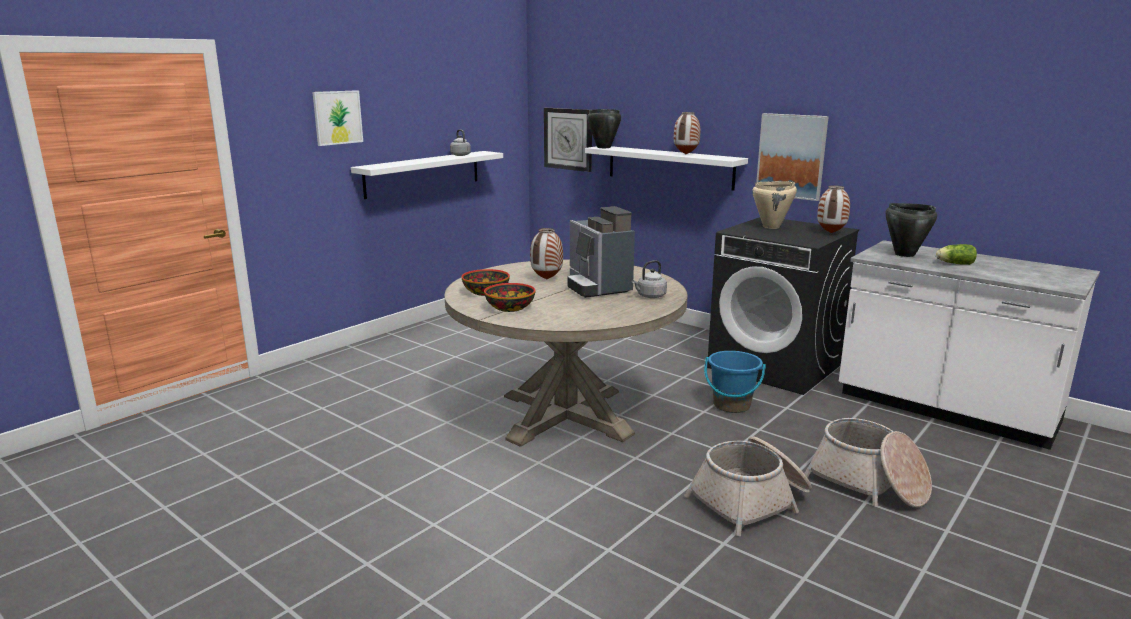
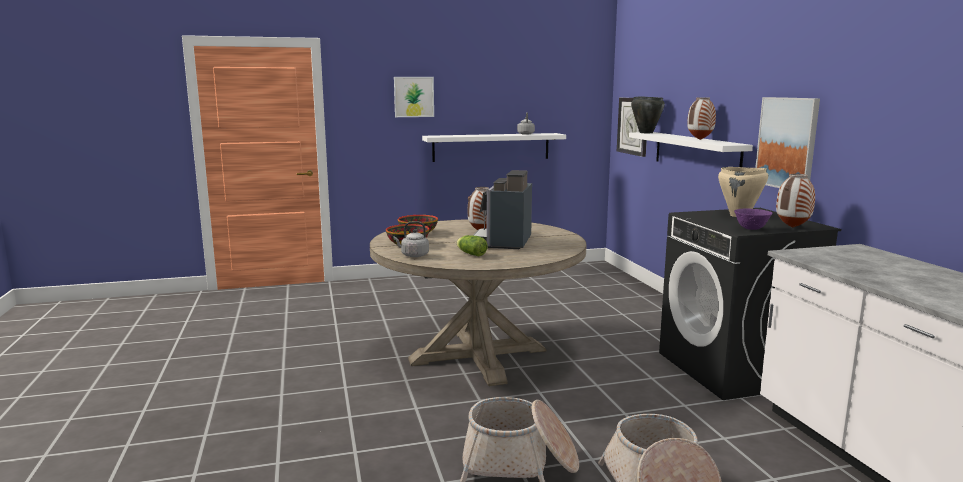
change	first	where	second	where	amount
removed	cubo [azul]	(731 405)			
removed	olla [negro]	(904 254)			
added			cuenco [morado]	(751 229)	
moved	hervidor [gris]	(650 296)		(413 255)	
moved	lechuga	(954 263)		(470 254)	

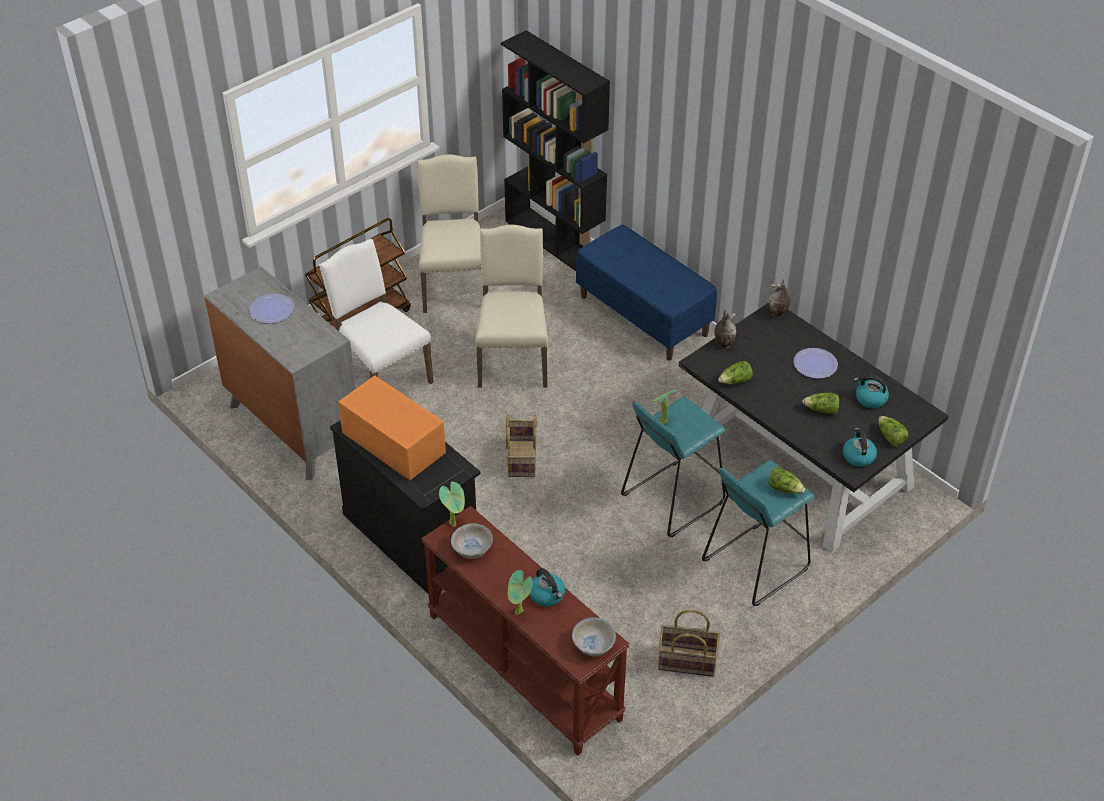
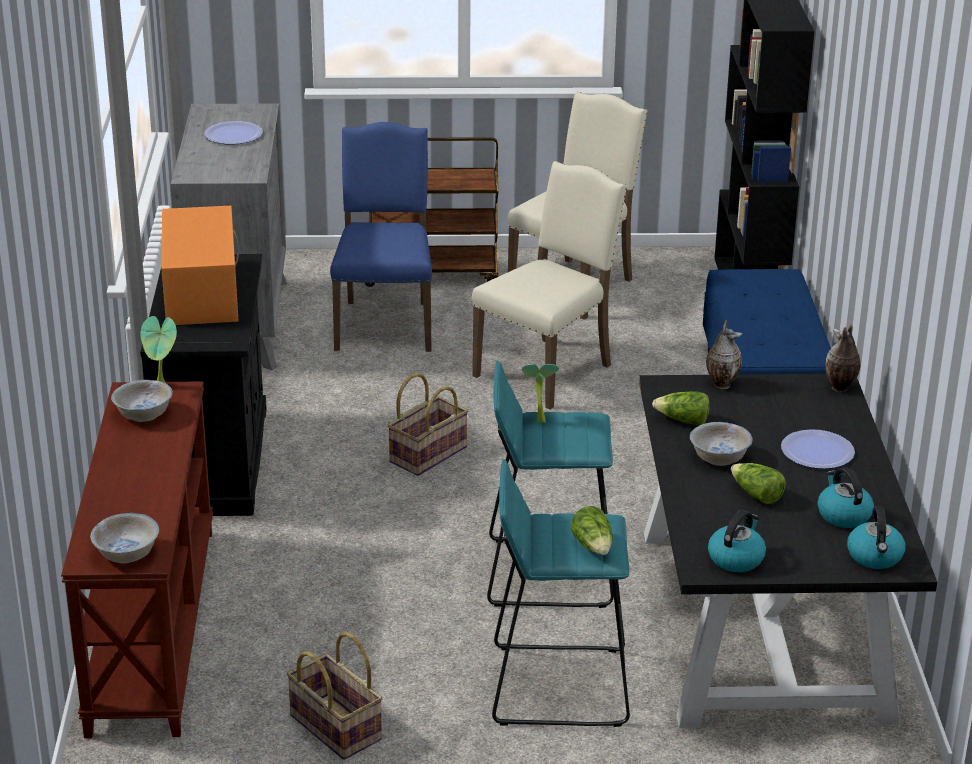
change	first	where	second	where	amount
removed	planta en maceta	(519 613)			
removed	lechuga	(890 437)			
added			cuenco [blanco]	(720 458)	
moved	hervidor	(547 595)		(875 557)	
recoloured	silla [blanco]	(381 376)	silla [azul]	(385 324)	

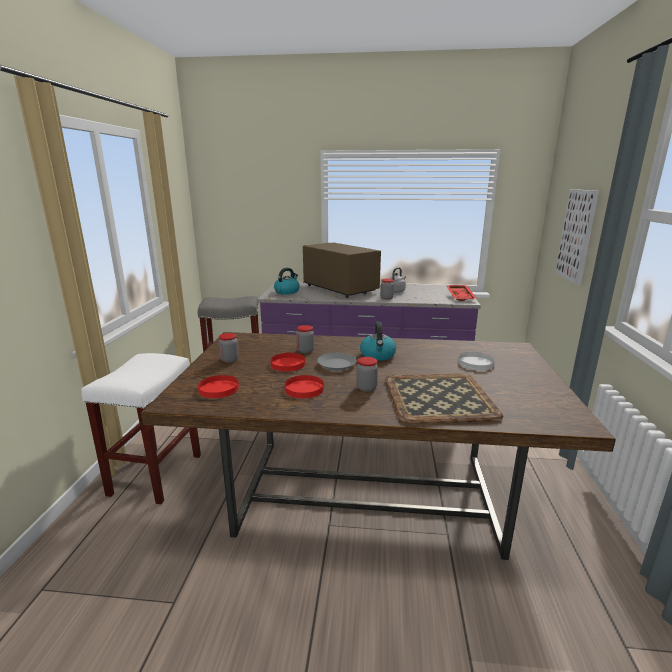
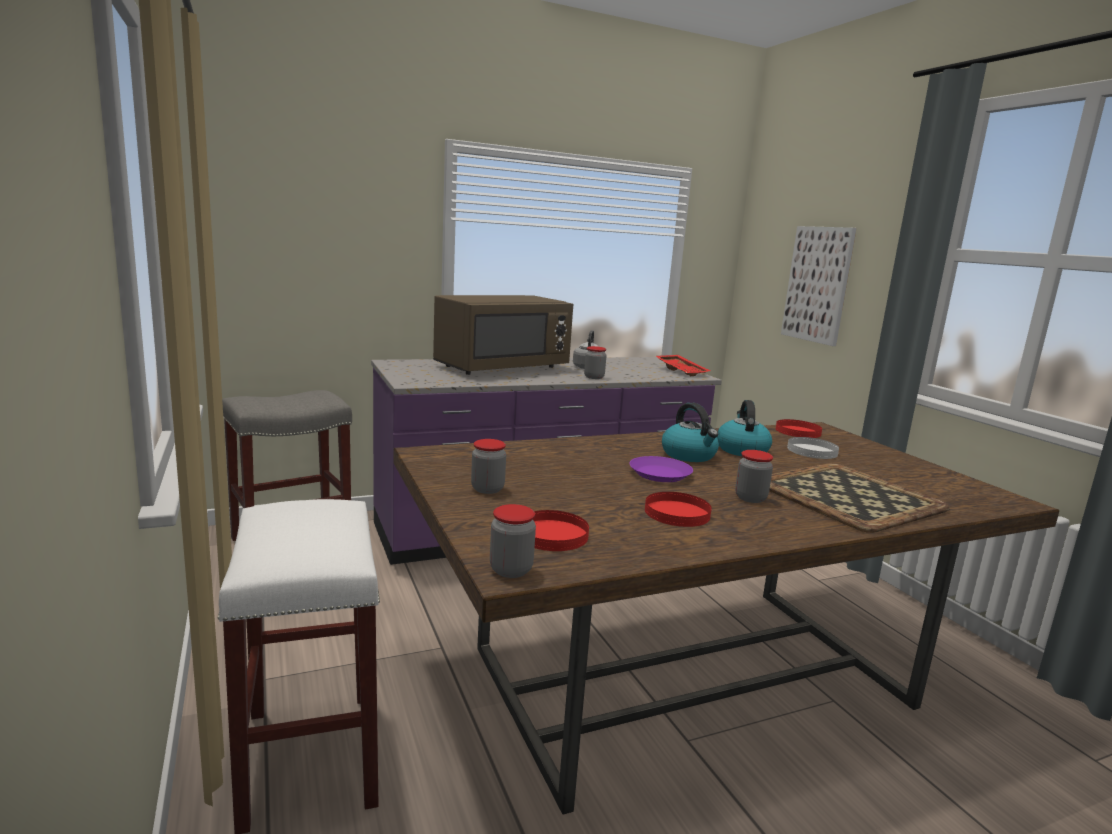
change	first	where	second	where	amount
moved	plato [rojo]	(288 364)		(798 431)	
moved	hervidor	(287 291)		(741 450)	
moved	tarro	(305 350)		(511 570)	
recoloured	plato [gris]	(337 364)	plato [morado]	(659 474)	
turned	microondas [marrón]	(339 289)		(502 368)	120 degrees clockwise

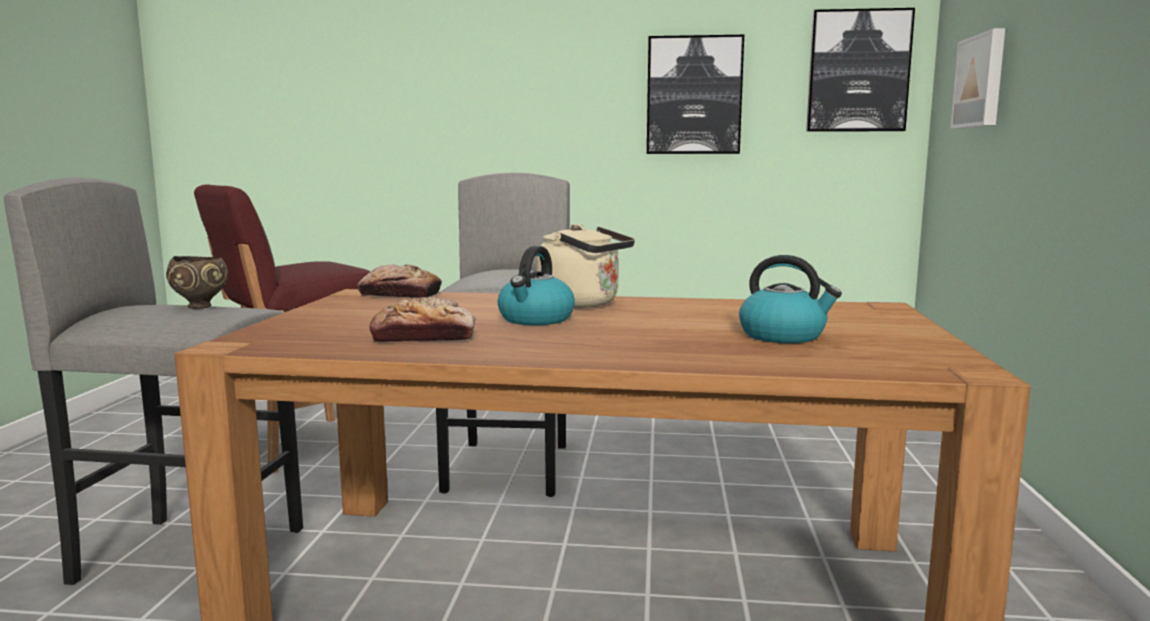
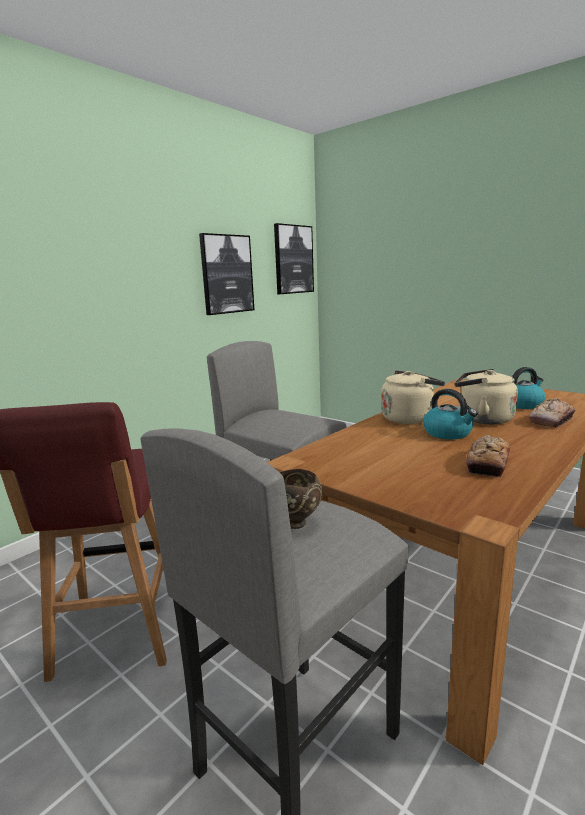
change	first	where	second	where	amount
removed	cuadro	(981 81)			
added			hervidor [beis]	(481 419)	
moved	pan	(400 294)		(551 420)	

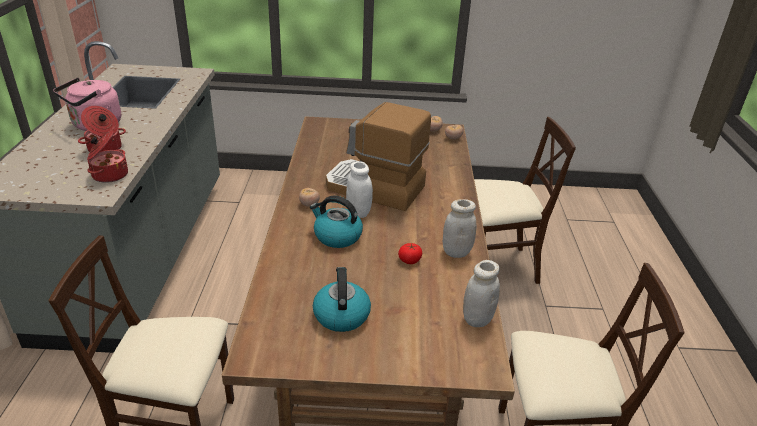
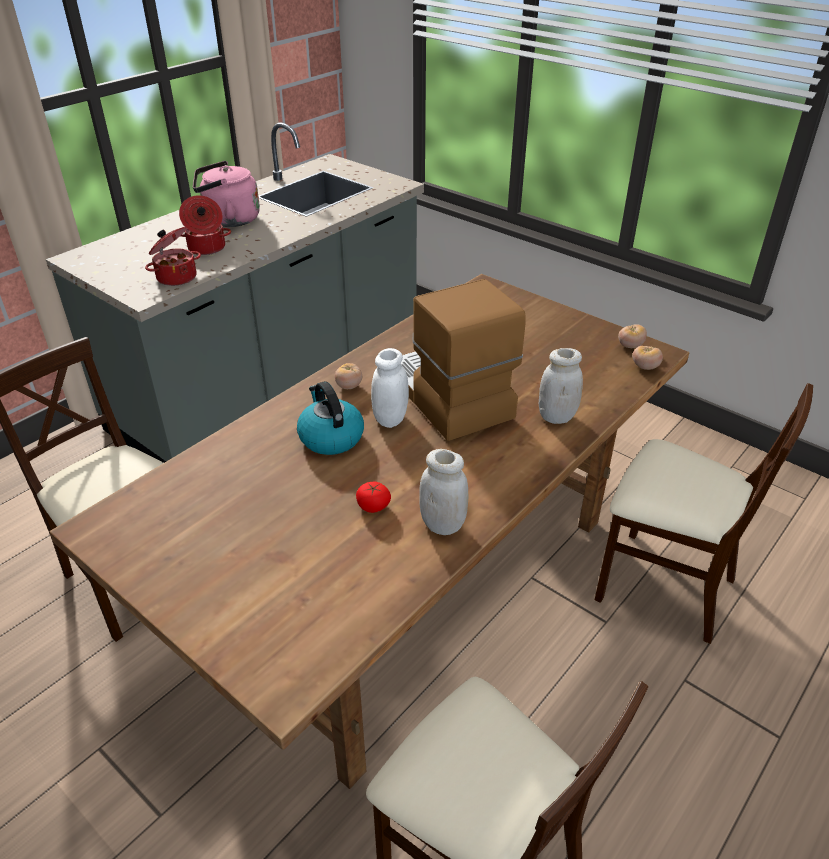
change	first	where	second	where	amount
removed	hervidor	(341 314)			
moved	tarro [blanco]	(477 319)		(556 416)	

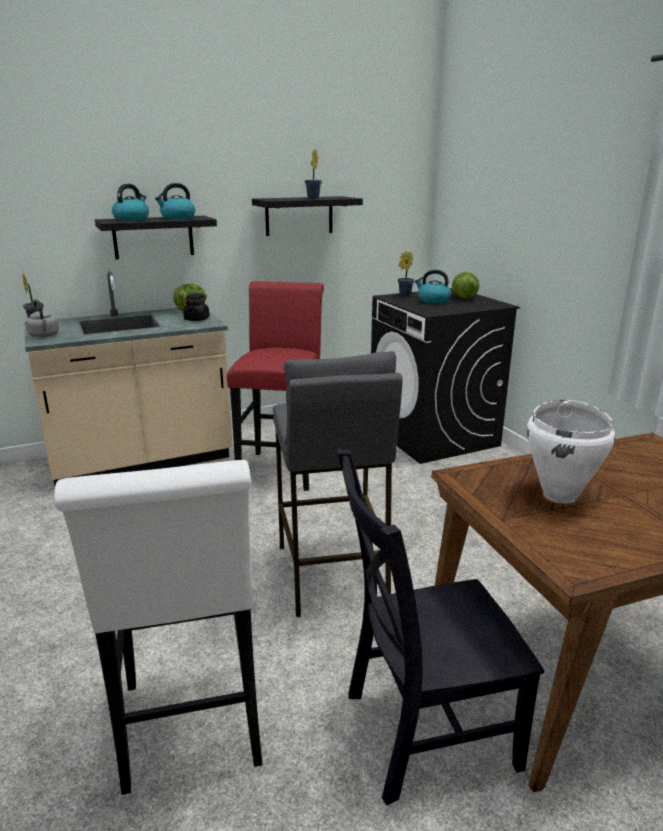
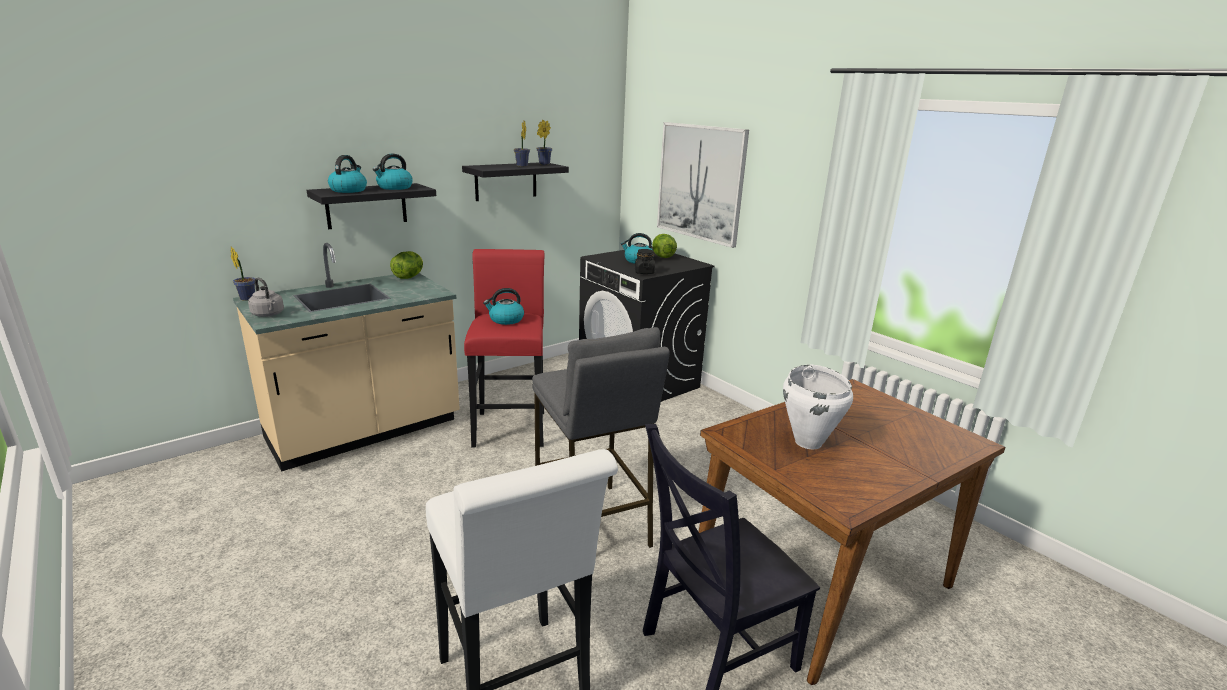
change	first	where	second	where	amount
added			hervidor	(506 320)	
added			cuadro	(700 182)	
moved	tarro [negro]	(197 319)		(644 272)	
moved	planta en maceta	(403 296)		(543 164)	

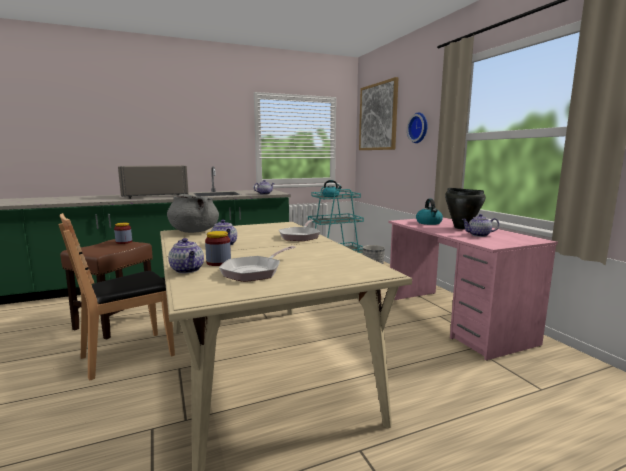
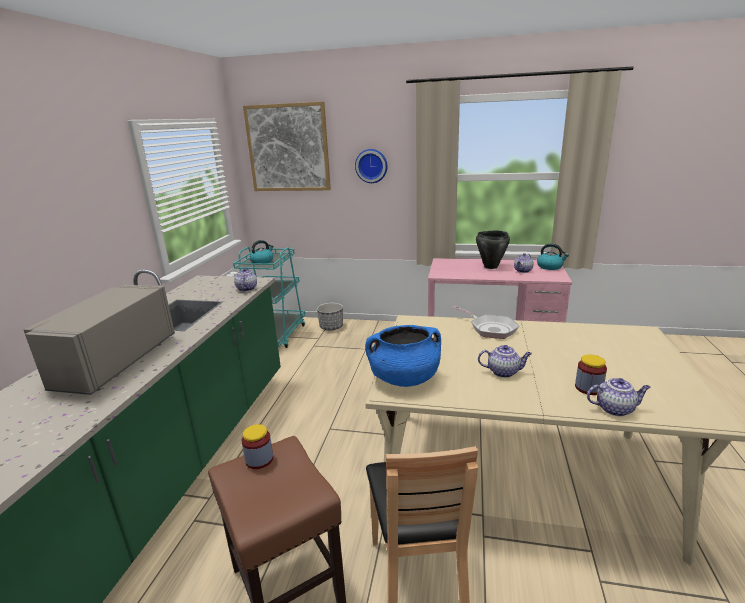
change	first	where	second	where	amount
removed	sartén	(255 271)			
moved	hervidor	(429 223)		(550 267)	
recoloured	olla [gris]	(194 231)	olla [azul]	(404 378)	

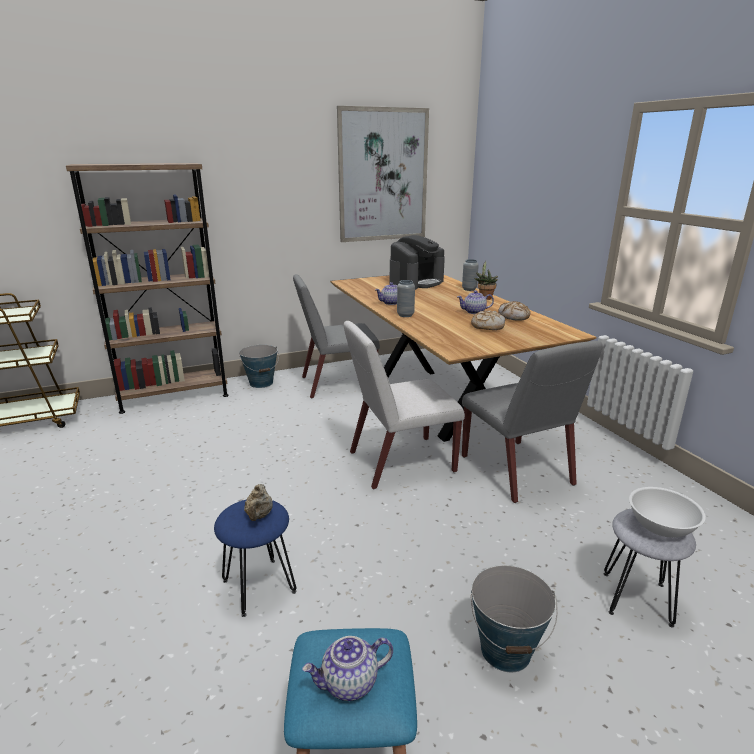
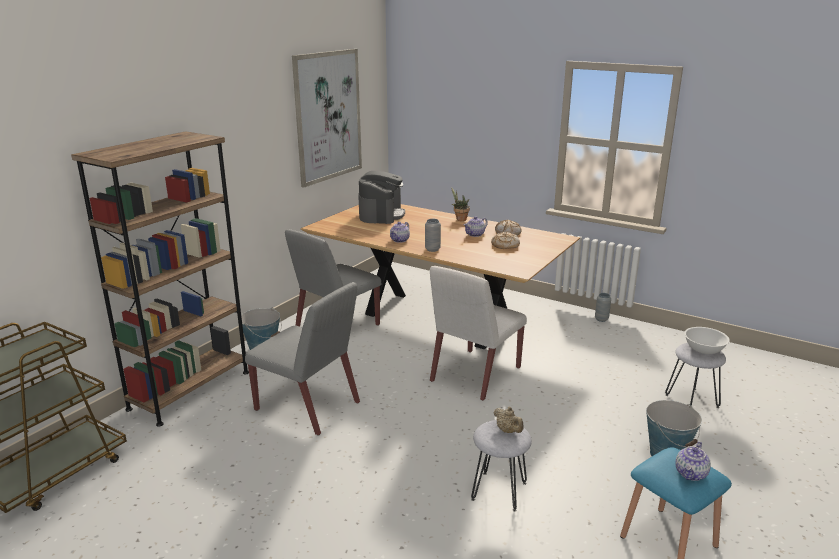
change	first	where	second	where	amount
moved	florero [gris]	(469 289)		(601 319)	
moved	silla [gris]	(517 471)		(308 407)	
recoloured	taburete [azul]	(259 586)	taburete [gris]	(499 491)	

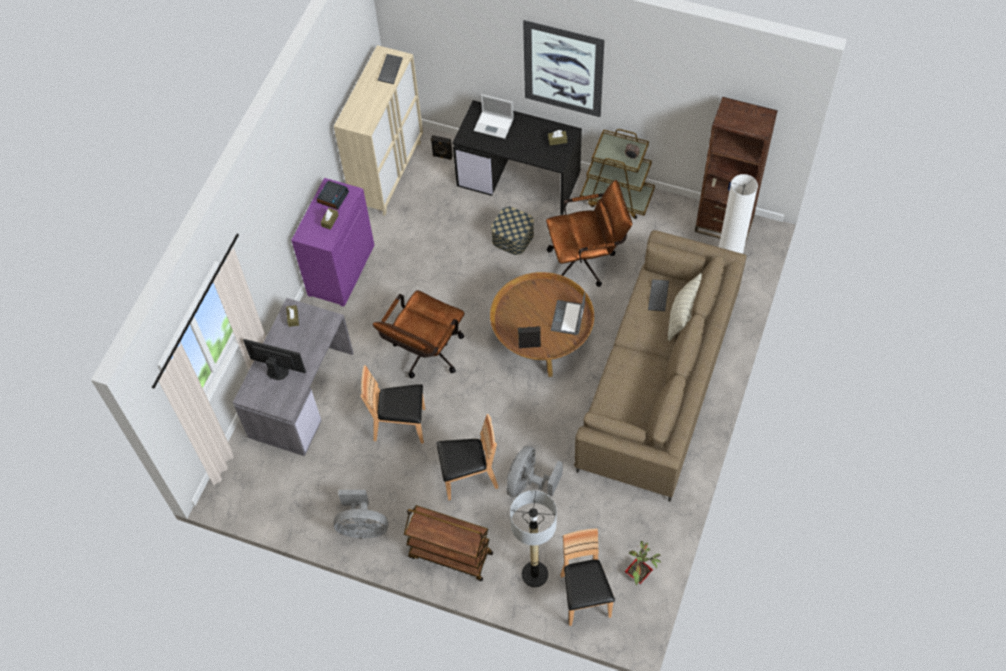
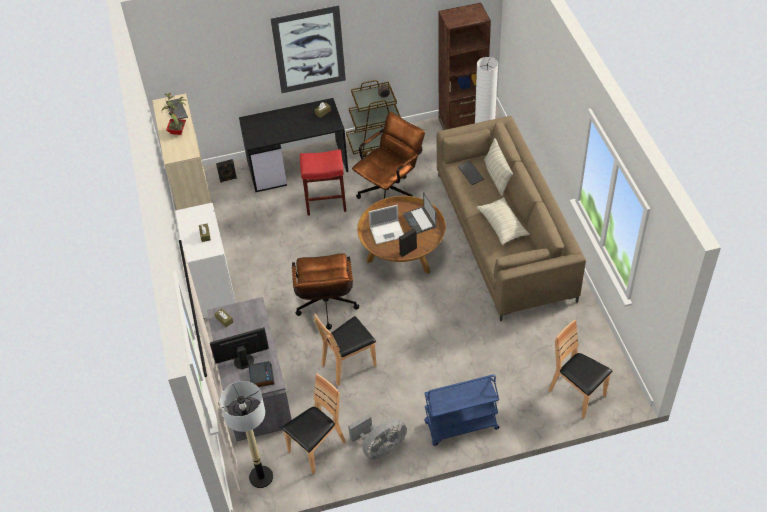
change	first	where	second	where	amount
removed	ventilador [gris]	(528 483)			
added			cojín	(502 226)	
moved	despertador	(333 197)		(261 376)	
moved	silla [marrón]	(469 477)		(317 448)	
moved	portátil	(494 125)		(387 232)	
moved	lámpara de pie	(534 574)		(261 477)	
moved	planta en maceta	(639 575)		(178 131)	
replaced	caja de almacenaje	(512 237)	taburete [rojo]	(325 203)	
recoloured	armario [morado]	(340 270)	armario [blanco]	(213 289)	
recoloured	carrito [marrón]	(449 555)	carrito [azul]	(461 426)	

